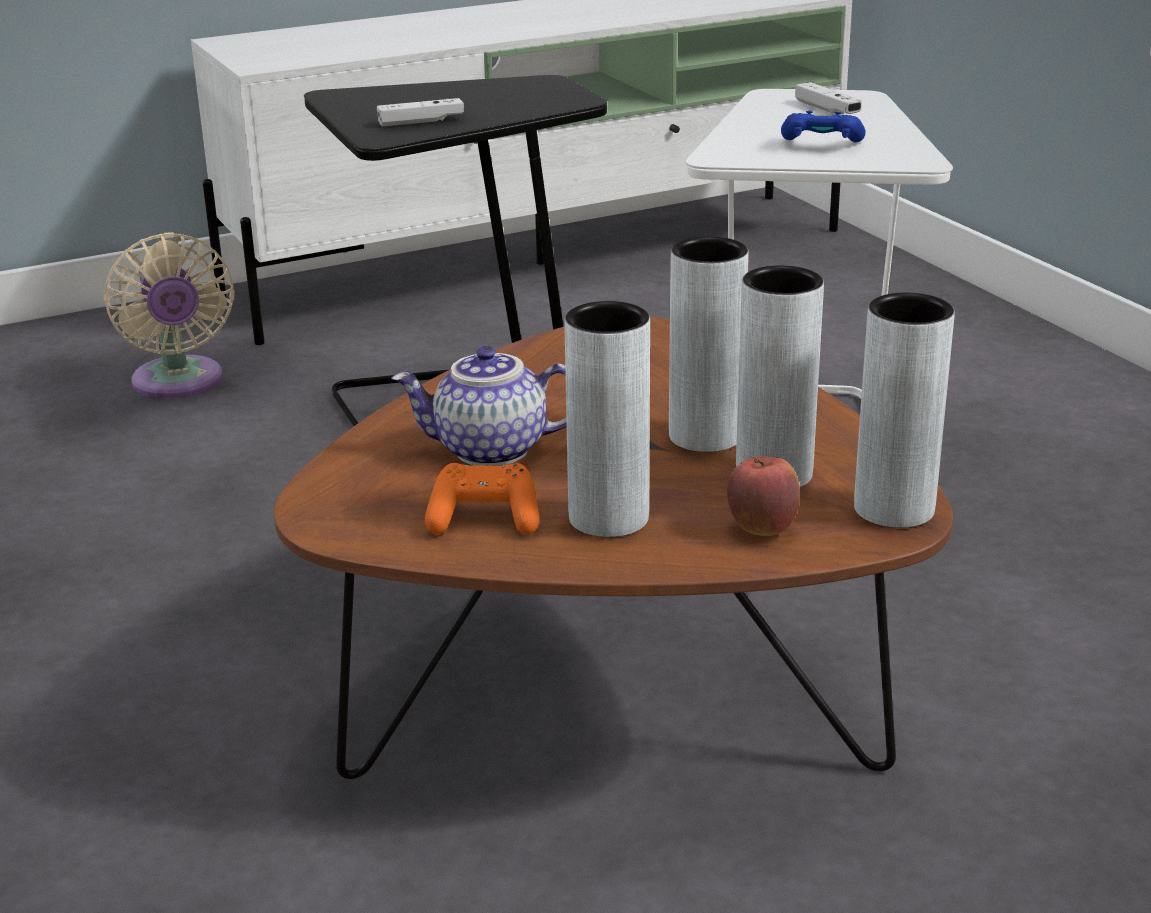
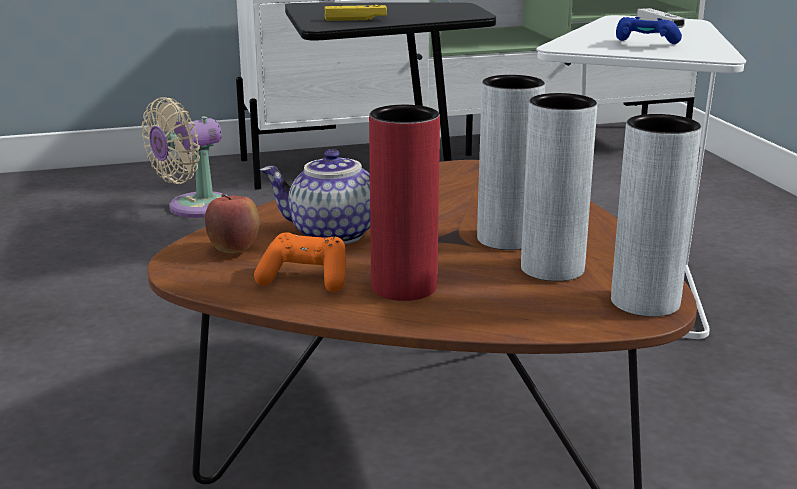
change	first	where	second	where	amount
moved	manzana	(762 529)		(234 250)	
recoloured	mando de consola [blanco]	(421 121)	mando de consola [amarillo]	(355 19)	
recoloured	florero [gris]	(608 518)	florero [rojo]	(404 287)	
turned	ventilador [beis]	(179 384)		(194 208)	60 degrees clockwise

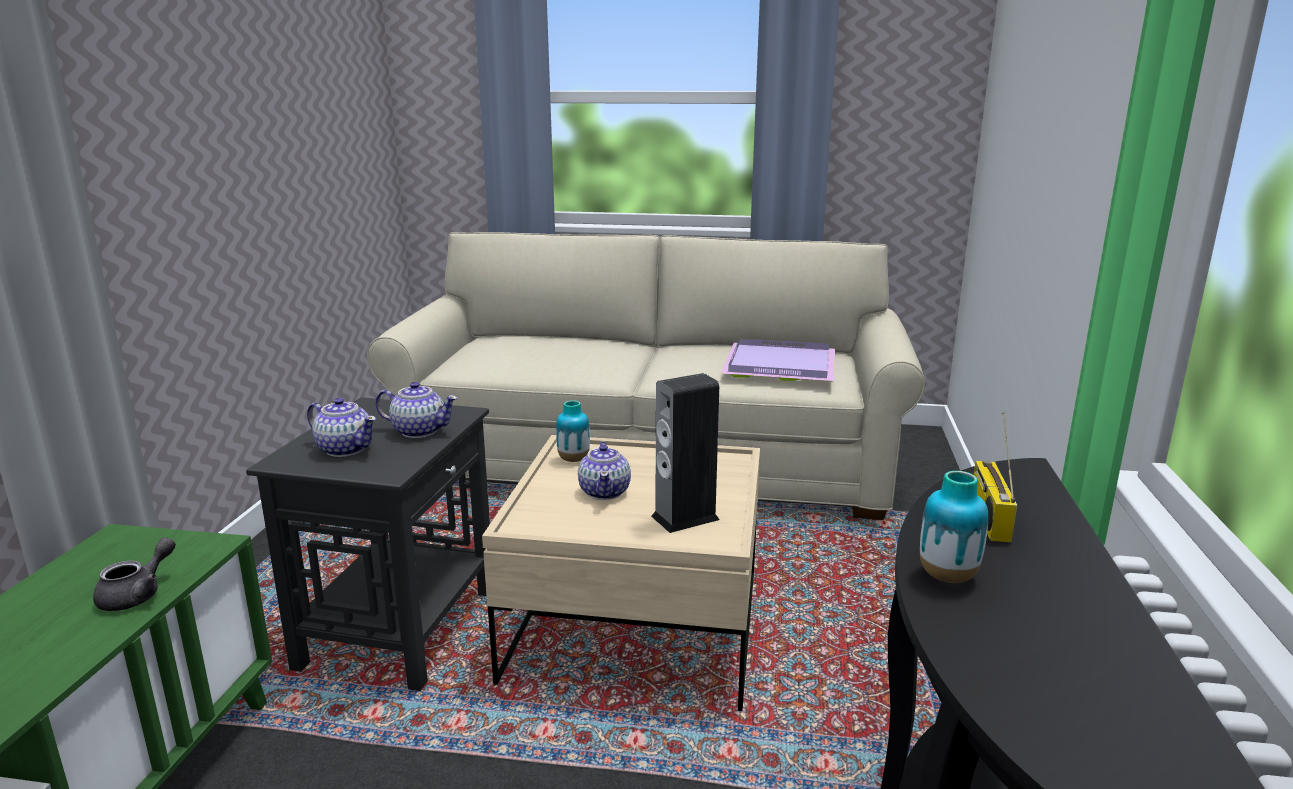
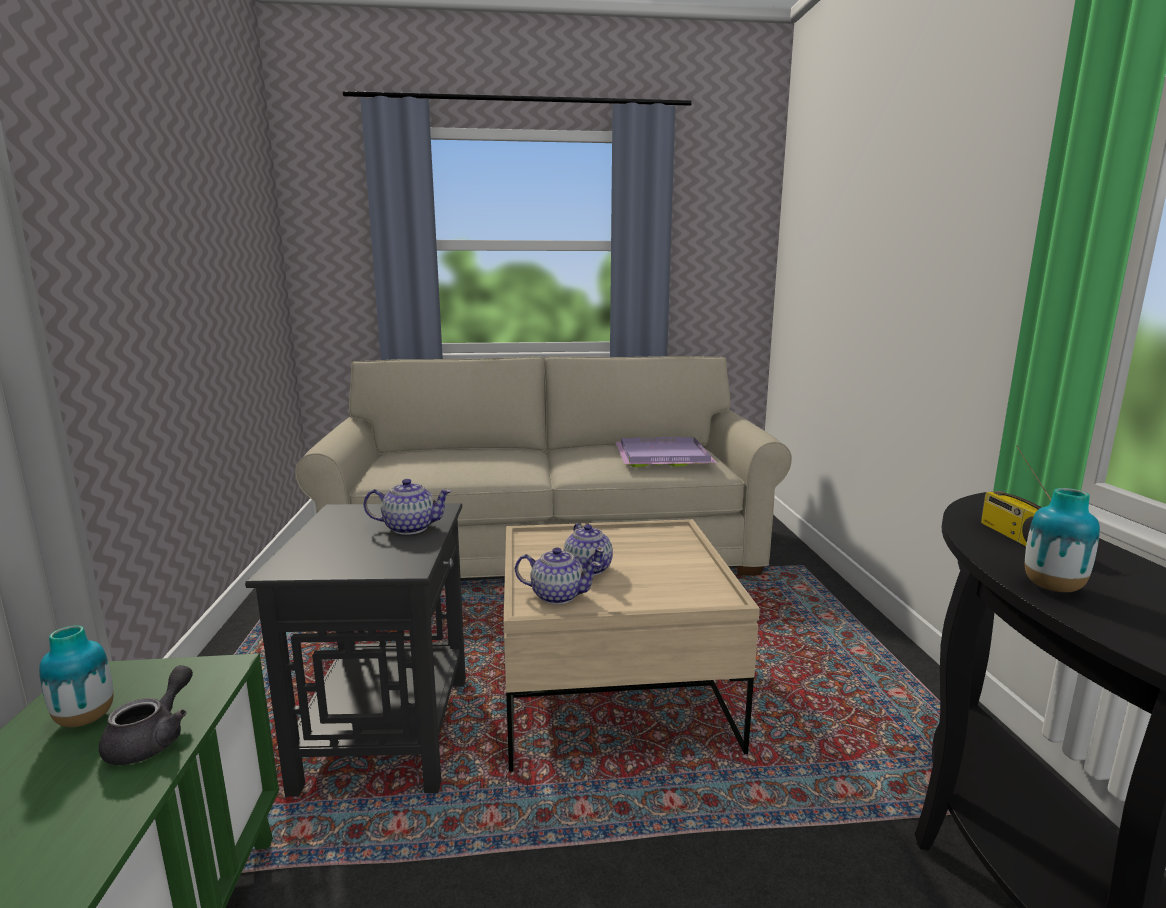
change	first	where	second	where	amount
removed	altavoz	(685 518)			
moved	tetera	(345 449)		(557 596)	
moved	florero	(573 459)		(85 719)	

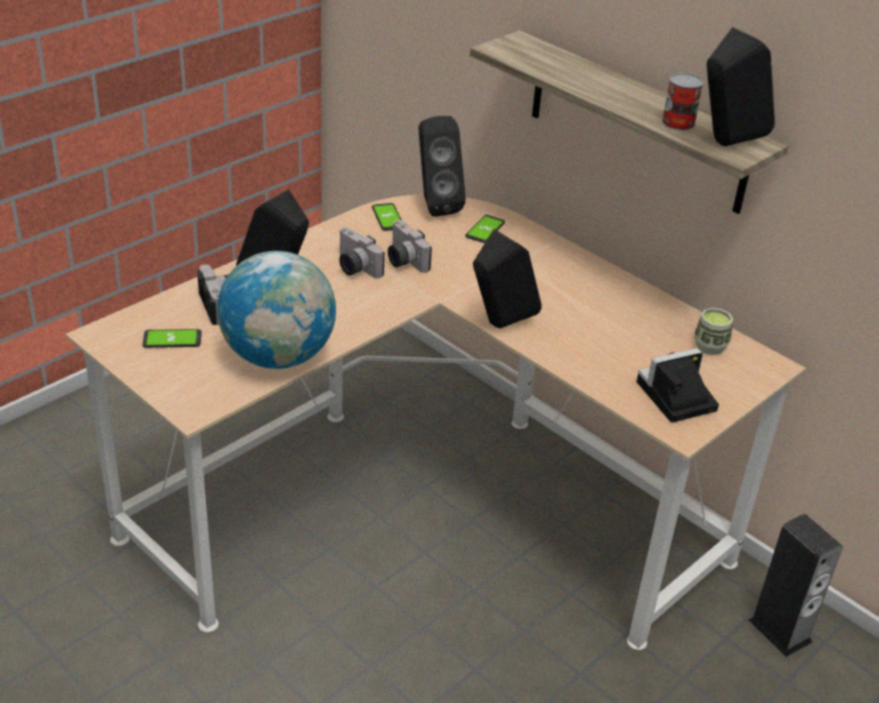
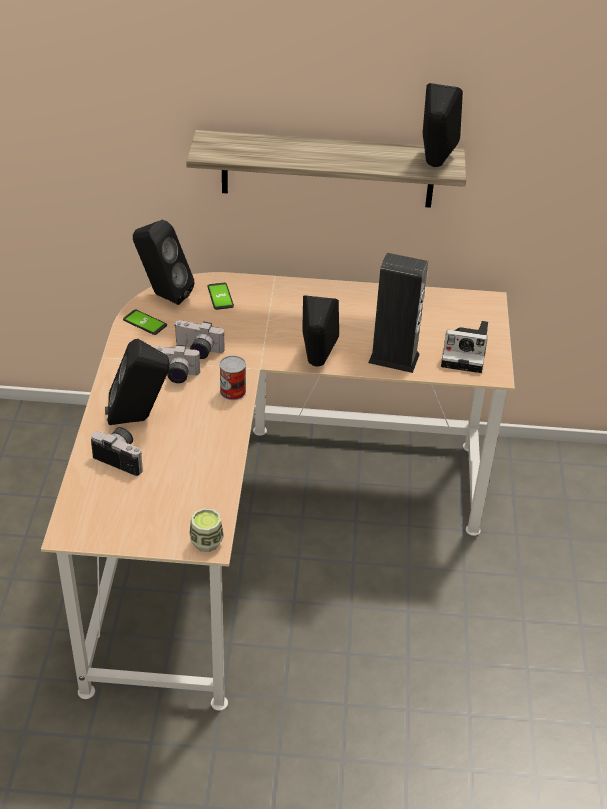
change	first	where	second	where	amount
removed	móvil	(172 339)			
removed	globo terráqueo	(278 356)			
moved	lata	(678 123)		(232 391)	
moved	taza	(710 346)		(206 542)	
moved	altavoz	(779 630)		(394 358)	
turned	cámara	(674 398)		(466 354)	105 degrees counterclockwise

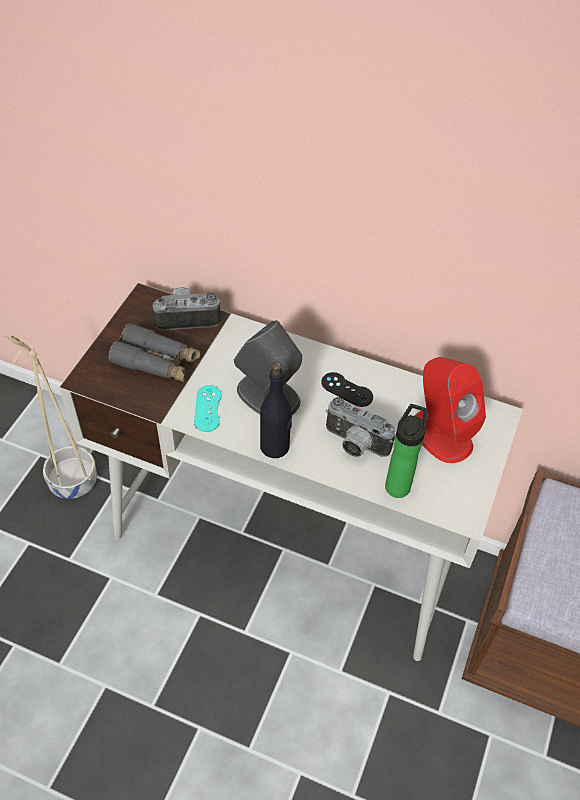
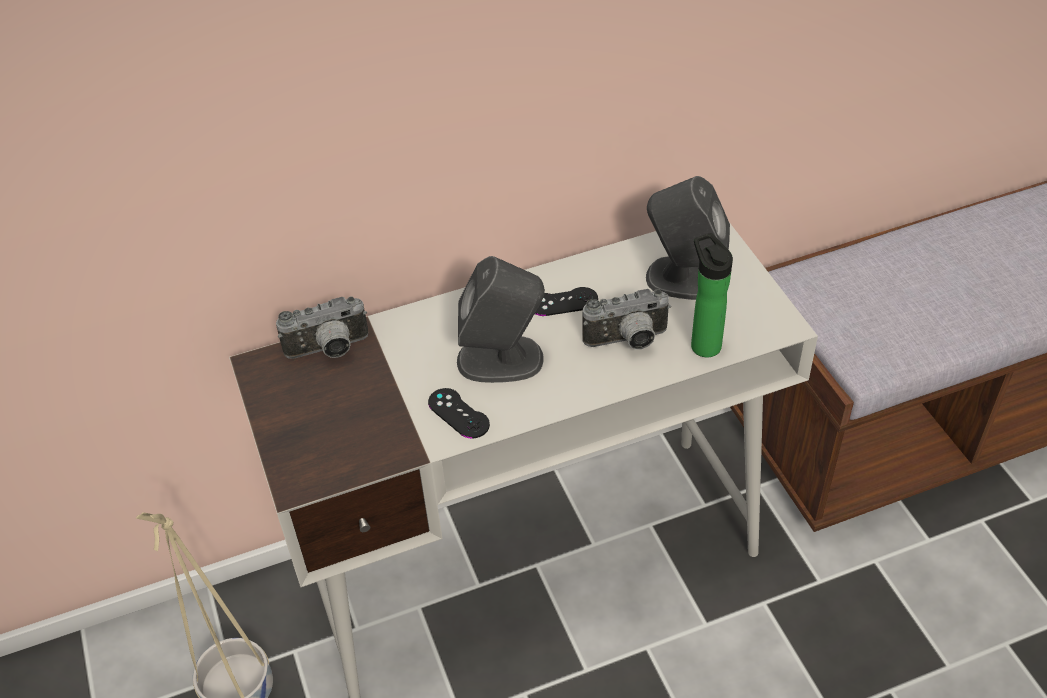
change	first	where	second	where	amount
removed	prismáticos [gris]	(156 362)			
removed	botella [negro]	(275 446)			
recoloured	mando de consola [turquesa]	(208 408)	mando de consola [negro]	(458 413)	
recoloured	altavoz [rojo]	(440 434)	altavoz [gris]	(685 278)	
turned	cámara	(188 317)		(329 350)	150 degrees counterclockwise

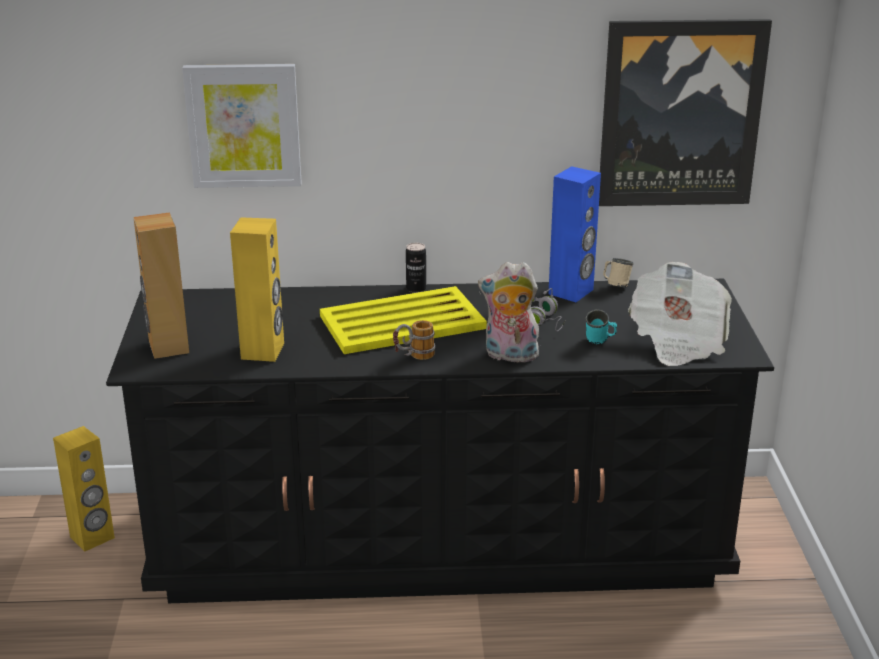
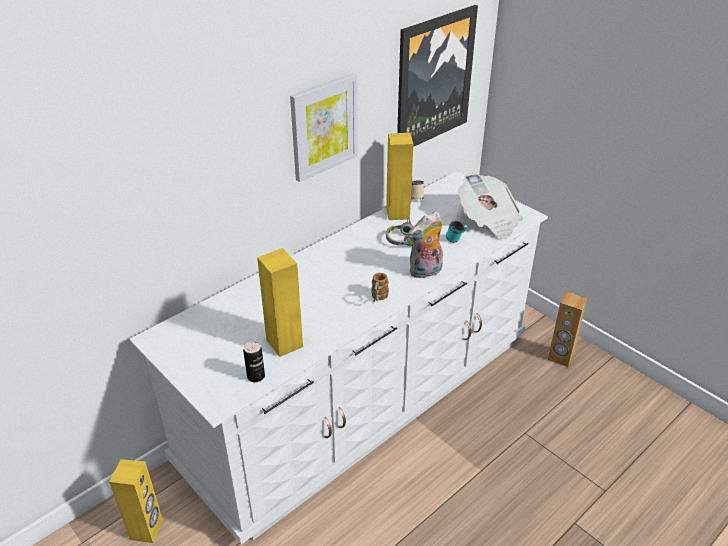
change	first	where	second	where	amount
removed	bandeja [amarillo]	(404 322)			
moved	altavoz [marrón]	(168 347)		(560 357)	
moved	cuadro	(243 125)		(323 126)	
moved	lata	(416 288)		(256 376)	
recoloured	cómoda [negro]	(439 542)	cómoda [blanco]	(362 399)	
recoloured	altavoz [azul]	(571 292)	altavoz [amarillo]	(398 213)	

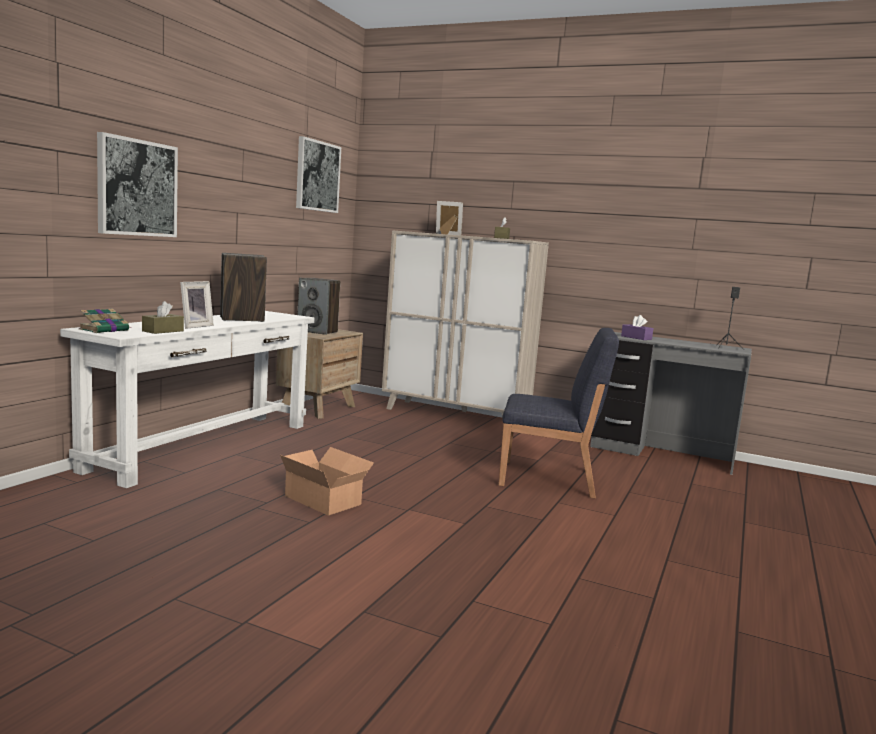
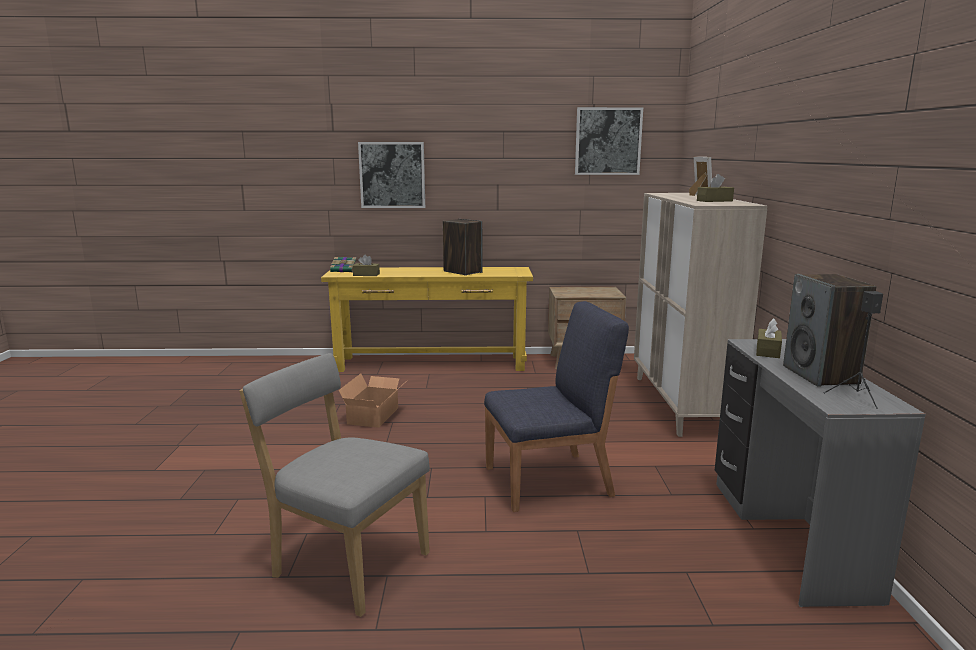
change	first	where	second	where	amount
removed	portarretratos	(194 326)			
added			silla [gris]	(346 563)	
moved	altavoz	(318 331)		(821 375)	
recoloured	mesa consola [blanco]	(204 446)	mesa consola [amarillo]	(431 363)	
recoloured	caja de pañuelos [morado]	(636 338)	caja de pañuelos [marrón]	(768 351)	
turned	silla [azul]	(549 479)		(550 481)	90 degrees counterclockwise

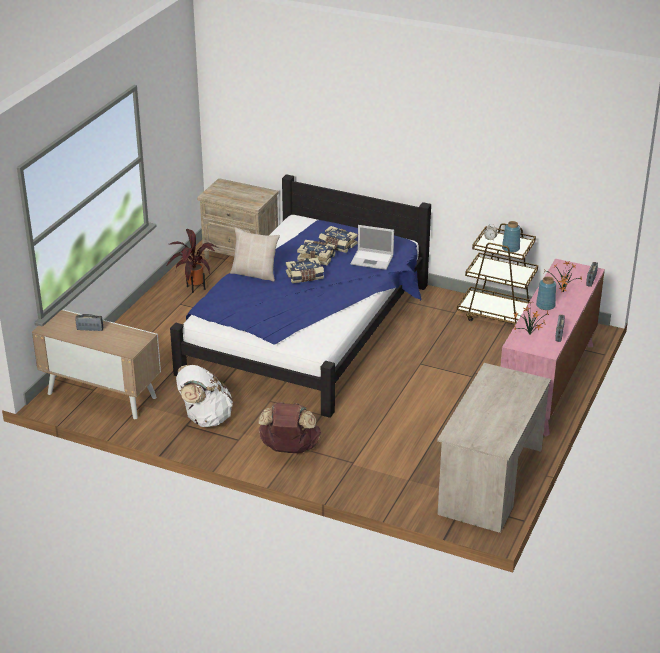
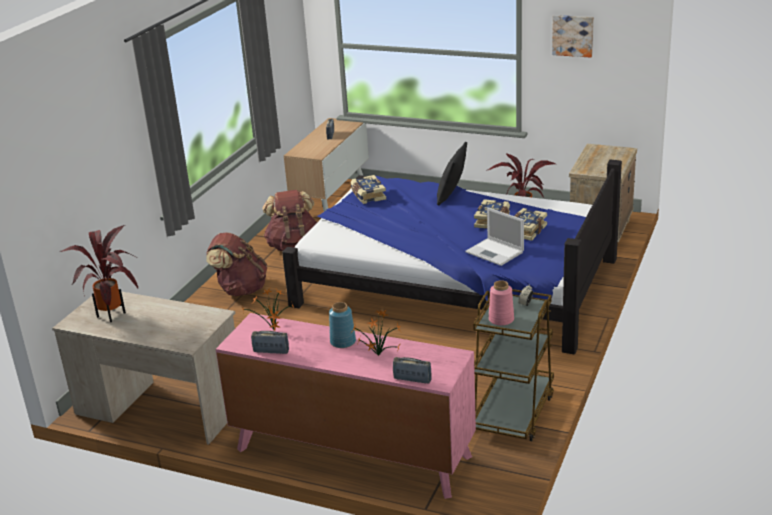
change	first	where	second	where	amount
added			planta en maceta	(114 314)	
added			cuadro	(573 35)	
moved	libro	(305 276)		(367 196)	
recoloured	mochila [blanco]	(205 418)	mochila [marrón]	(294 246)	
recoloured	cojín [beis]	(255 274)	cojín [negro]	(452 195)	
recoloured	florero [azul]	(510 249)	florero [rosa]	(500 320)	
turned	portátil	(373 260)		(495 252)	60 degrees counterclockwise

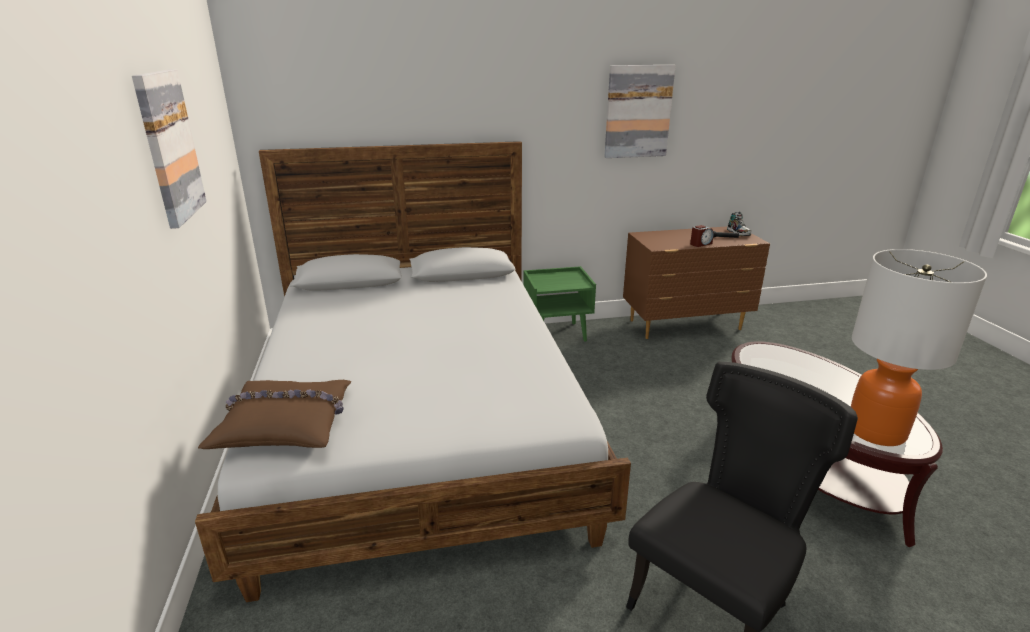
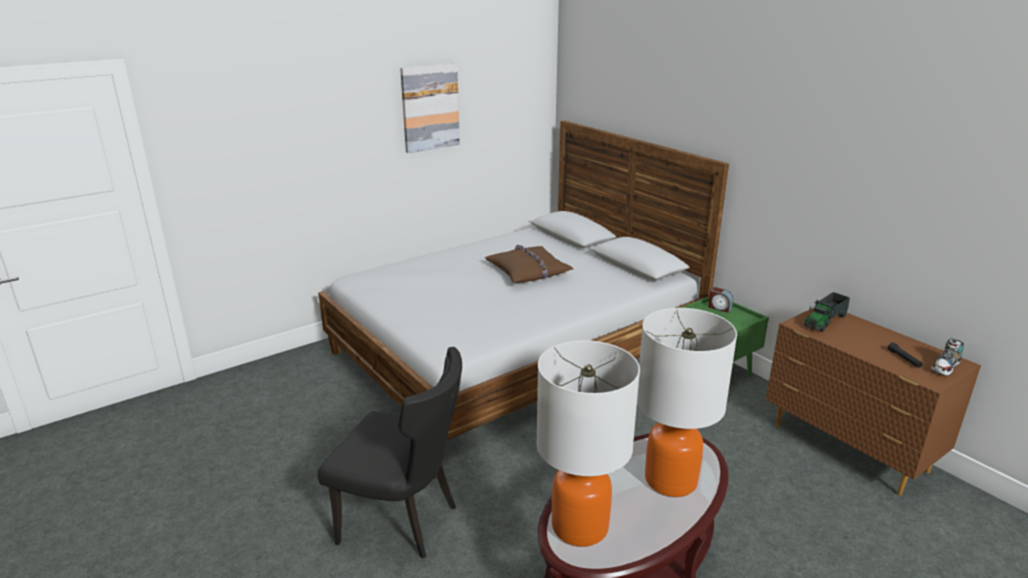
change	first	where	second	where	amount
removed	cuadro	(638 112)			
added			lámpara de mesa	(670 480)	
added			camión de juguete	(825 321)	
moved	cojín [marrón]	(285 424)		(528 272)	
moved	despertador	(700 244)		(719 308)	

